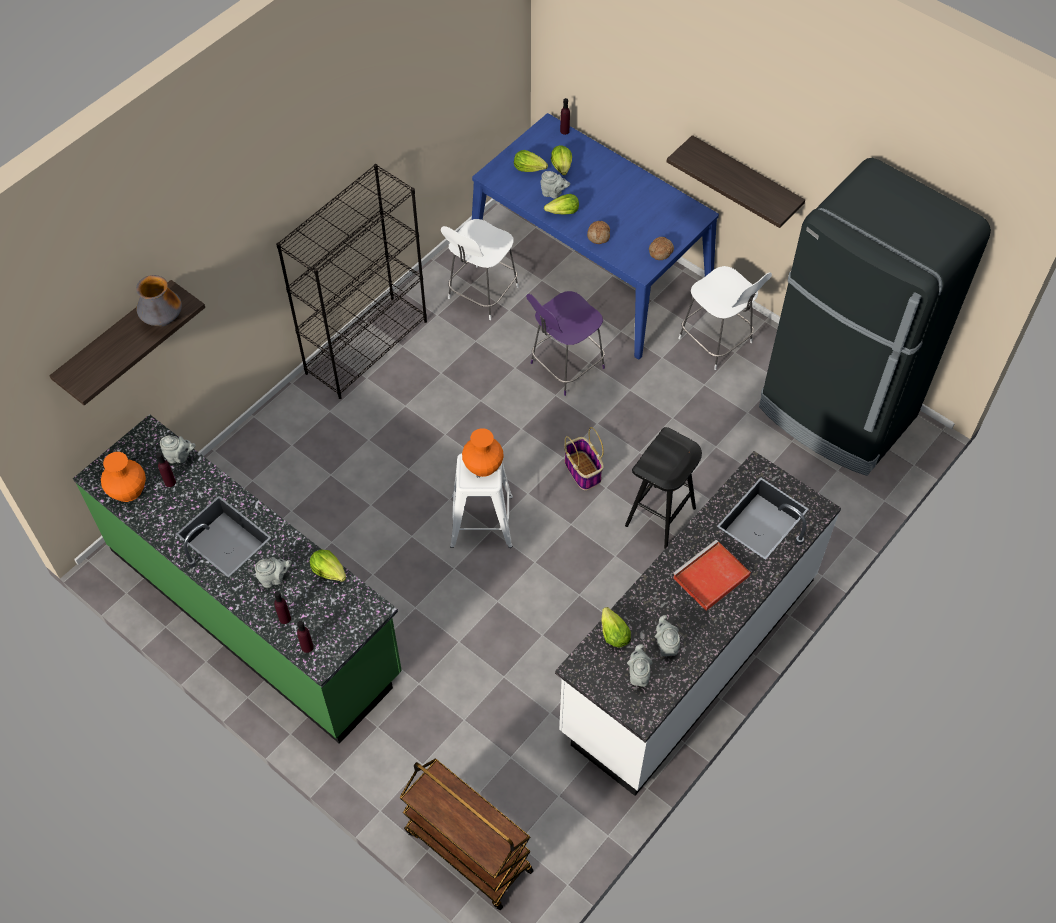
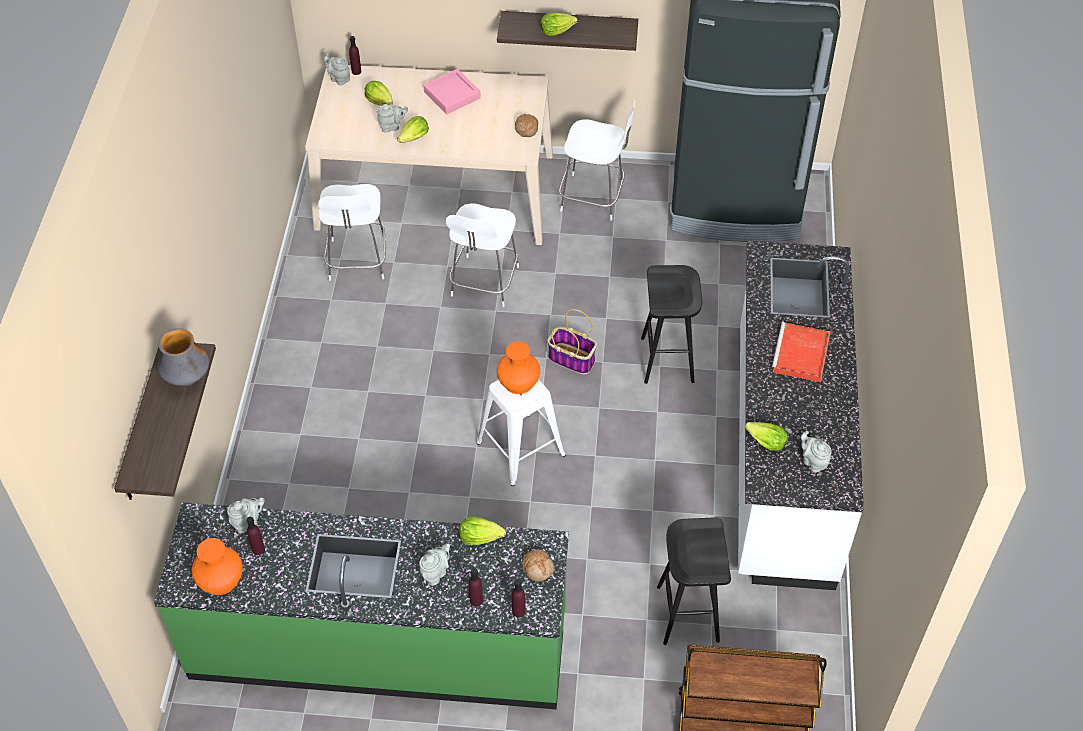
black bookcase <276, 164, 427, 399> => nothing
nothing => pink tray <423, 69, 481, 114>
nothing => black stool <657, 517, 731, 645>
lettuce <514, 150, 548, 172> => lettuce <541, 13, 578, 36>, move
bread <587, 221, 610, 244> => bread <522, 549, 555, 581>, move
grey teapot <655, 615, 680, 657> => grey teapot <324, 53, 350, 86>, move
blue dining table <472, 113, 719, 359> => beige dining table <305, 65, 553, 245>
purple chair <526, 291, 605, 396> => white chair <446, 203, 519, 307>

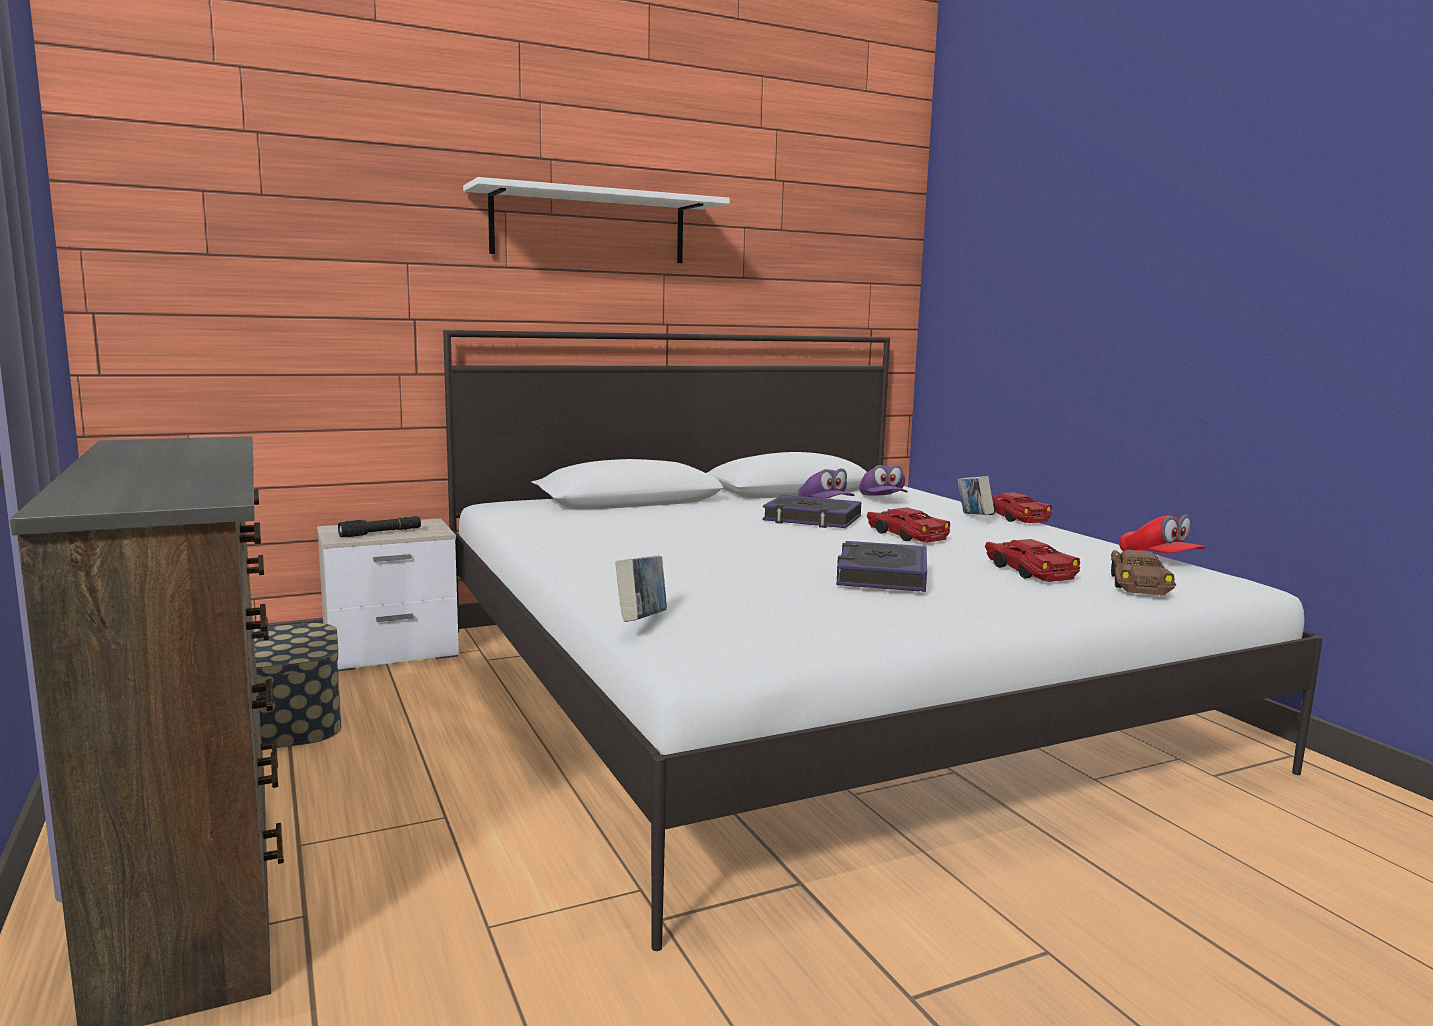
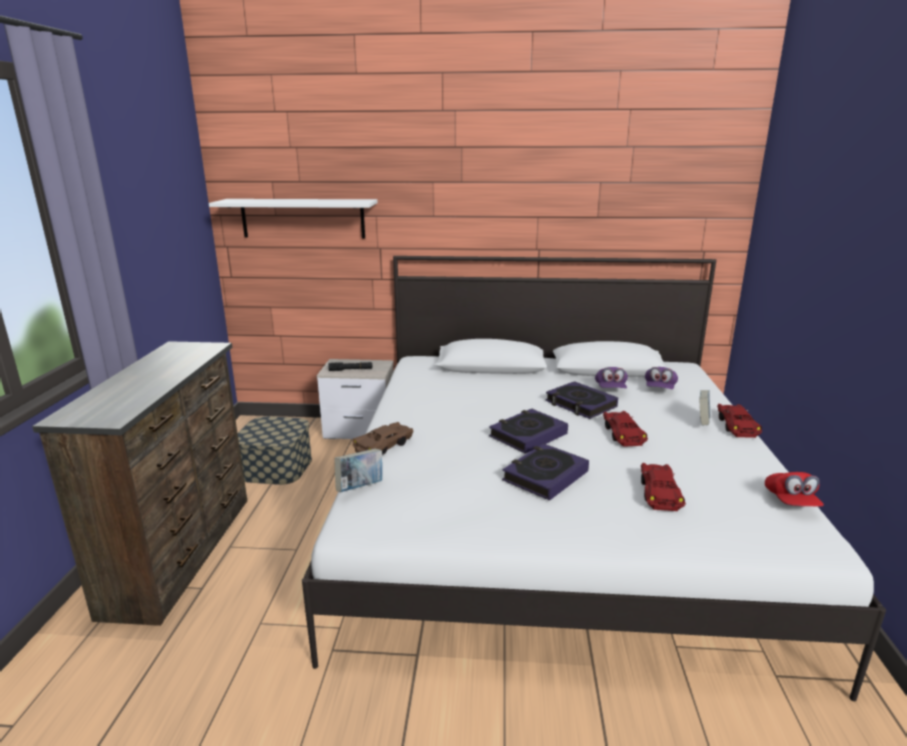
nothing => book <489, 409, 568, 454>
white shelf <463, 177, 730, 263> => white shelf <209, 199, 378, 238>, move
brown toy car <1111, 550, 1176, 595> => brown toy car <353, 422, 414, 455>, move

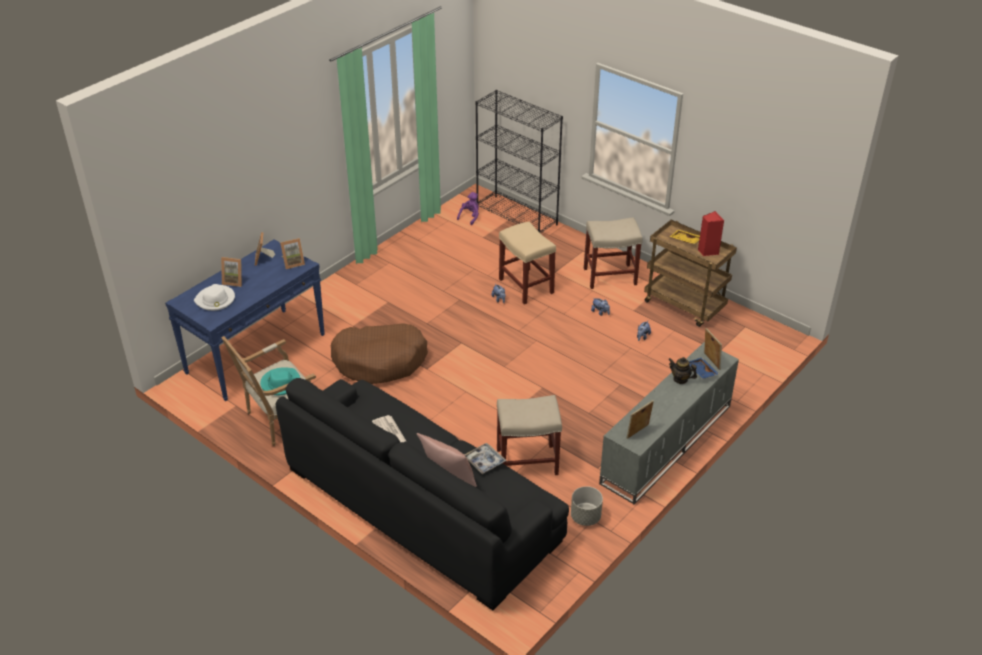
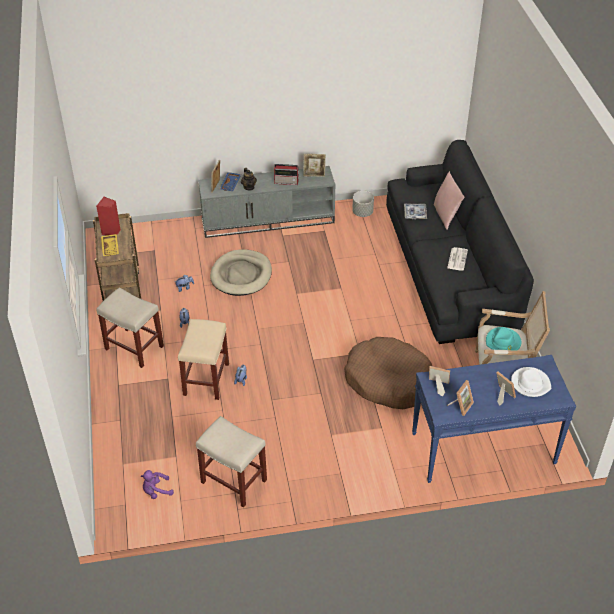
black bookcase <475, 90, 563, 233> => nothing
nothing => beige dog bed <210, 249, 272, 296>
nothing => radio <274, 164, 300, 185>
beige stool <497, 395, 562, 475> => beige stool <196, 416, 267, 508>, move

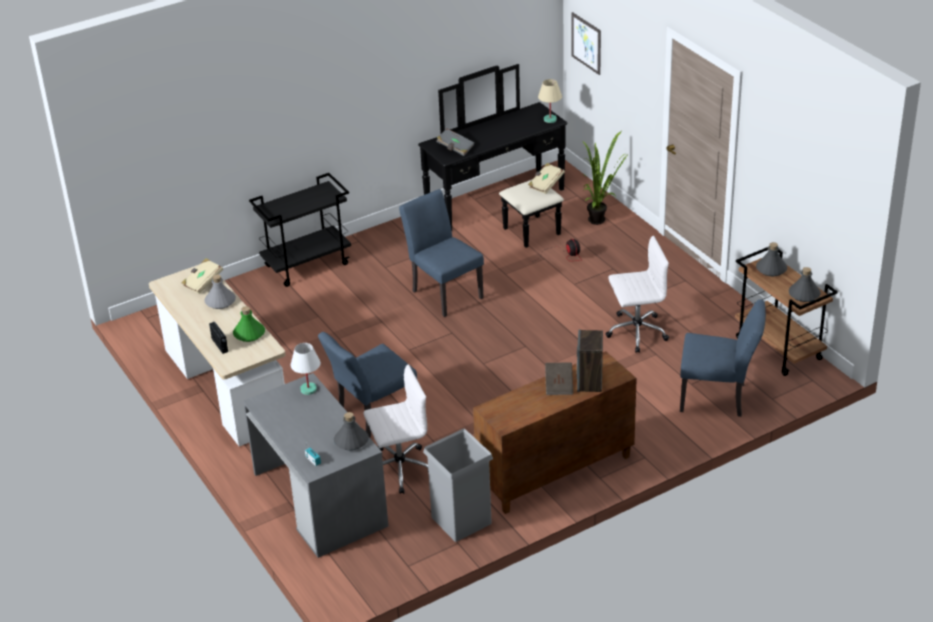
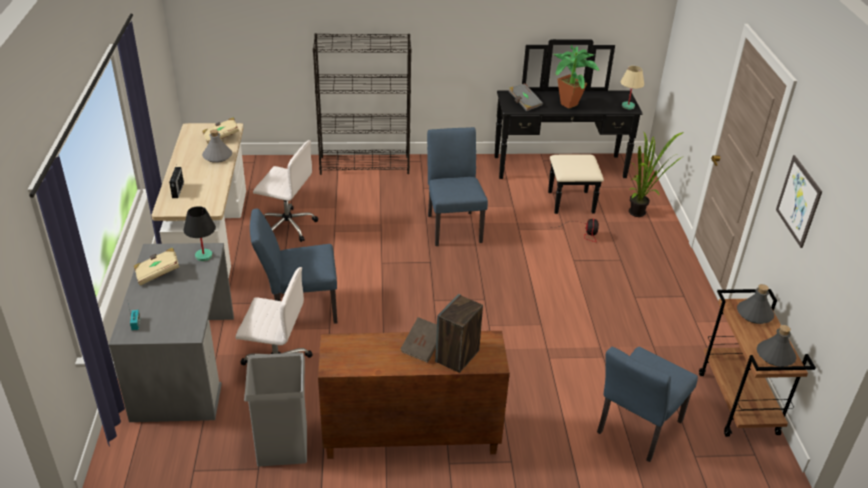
green bottle <233, 306, 265, 342> => nothing
grey bottle <334, 412, 369, 450> => nothing
nothing => potted plant <554, 45, 600, 109>
beige book <528, 163, 565, 194> => beige book <134, 247, 179, 286>, move
picture <572, 12, 601, 75> => picture <776, 155, 822, 248>, move
white office chair <606, 236, 669, 353> => white office chair <253, 140, 318, 242>, move
black cart <249, 173, 351, 287> => black bookcase <313, 33, 412, 175>
white table lamp <291, 343, 321, 395> => black table lamp <184, 206, 216, 261>
blue chair <680, 299, 766, 417> => blue chair <597, 346, 698, 462>, 90 degrees clockwise

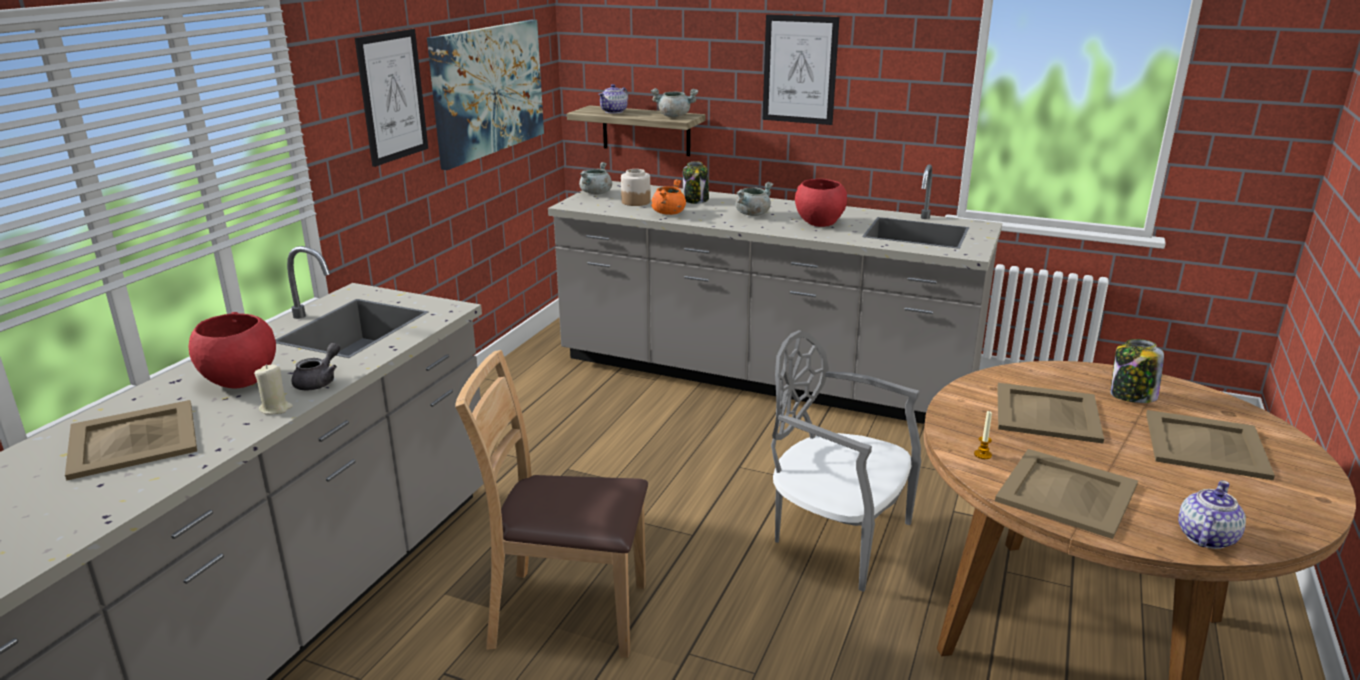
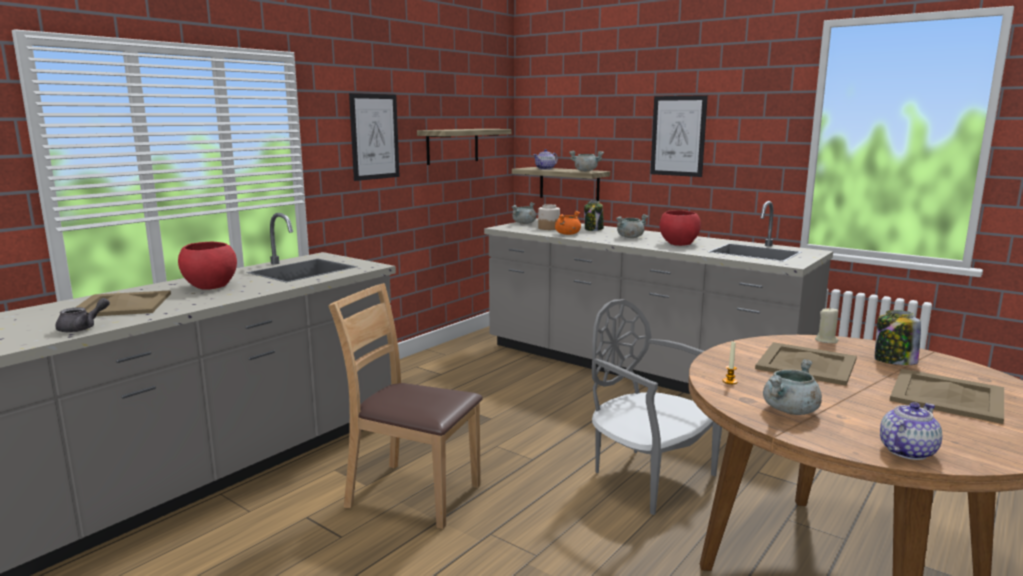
beige candle <254, 364, 293, 415> => beige candle <815, 307, 839, 344>, move
grey teapot <292, 343, 340, 390> => grey teapot <55, 298, 110, 333>, move
picture <427, 20, 544, 170> => shelf <417, 129, 512, 165>
beige tray <995, 449, 1138, 539> => grey cooking pot <763, 359, 822, 415>

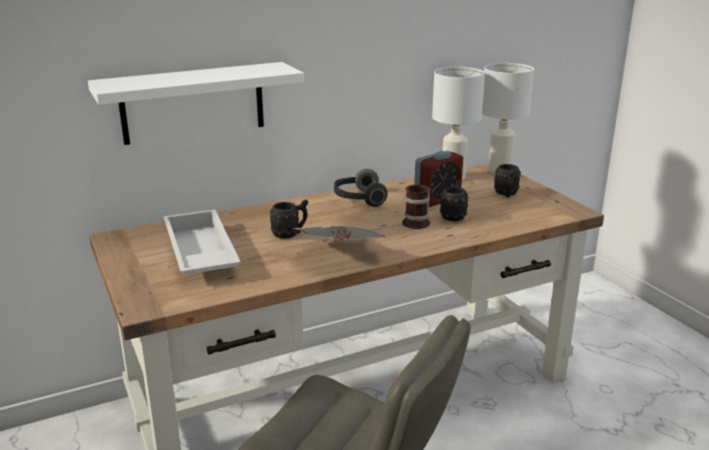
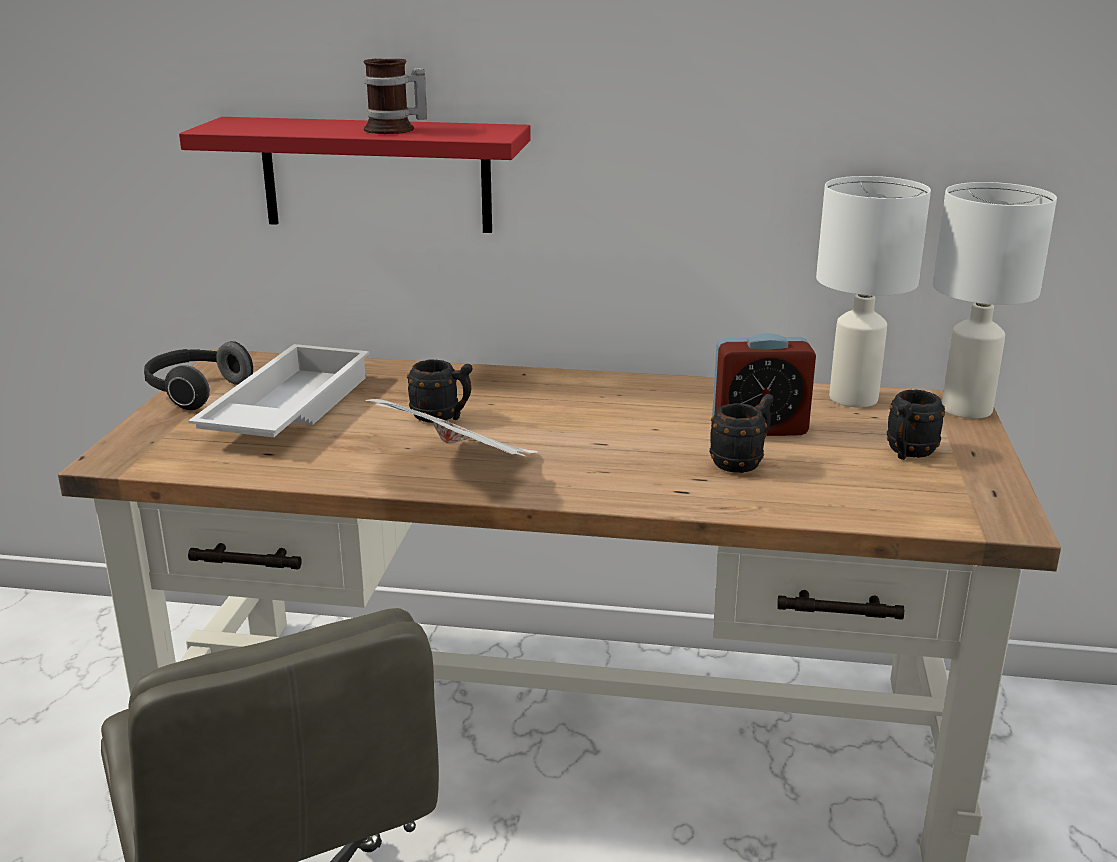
headphones <334, 169, 388, 207> => headphones <144, 341, 253, 410>, move
mug <402, 185, 430, 229> => mug <363, 59, 427, 134>, move
white shelf <88, 62, 304, 145> => red shelf <179, 117, 531, 233>

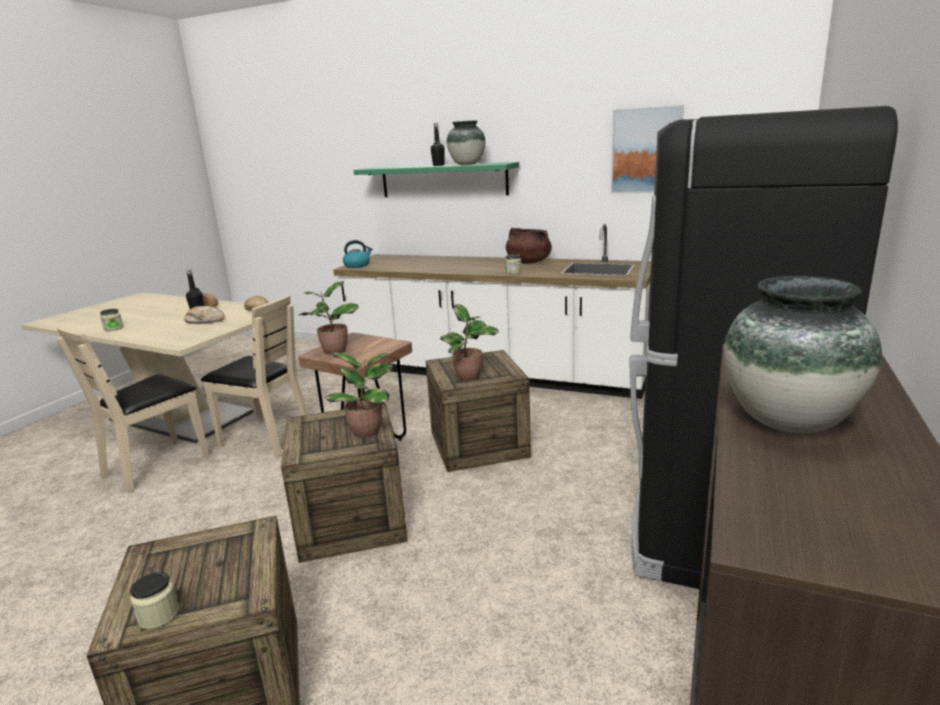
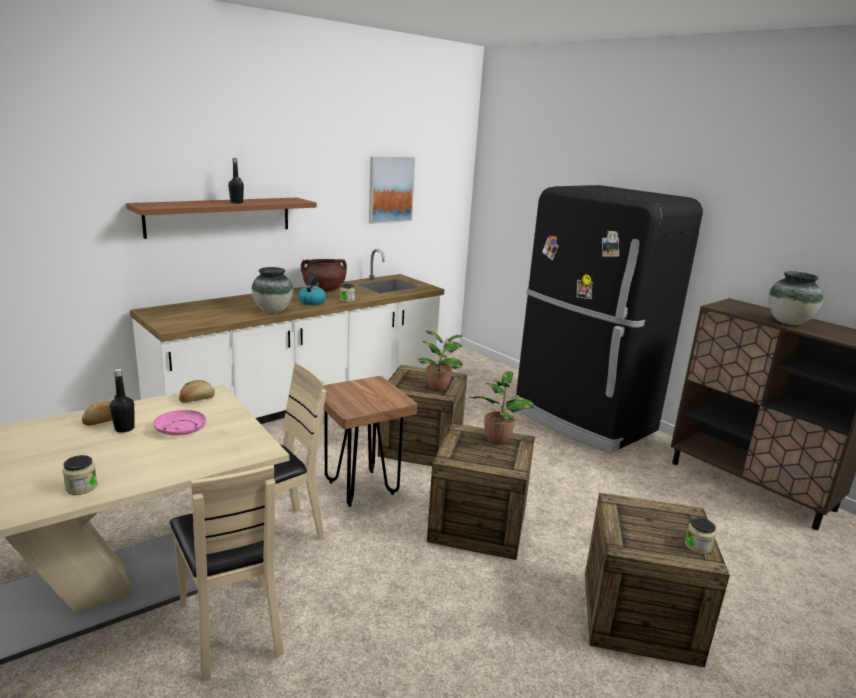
potted plant <299, 281, 359, 355> => nothing
kettle <343, 240, 372, 268> => kettle <298, 276, 326, 305>, move
vase <447, 121, 485, 165> => vase <251, 267, 293, 313>, move
bread <184, 306, 224, 324> => pink plate <154, 410, 206, 436>
green shelf <353, 162, 519, 197> => brown shelf <126, 198, 317, 239>

